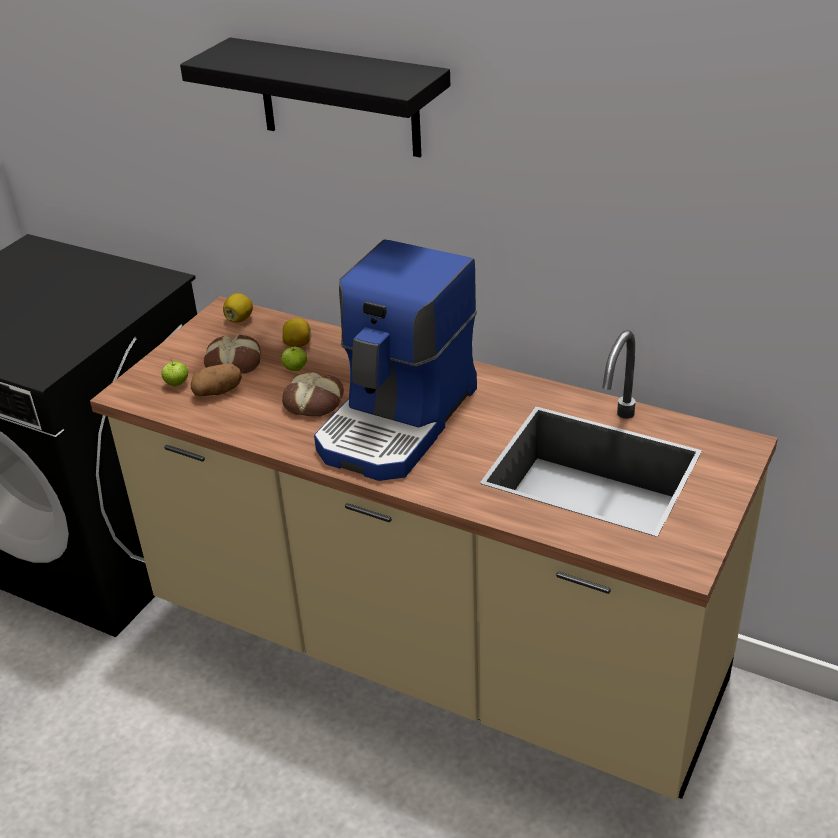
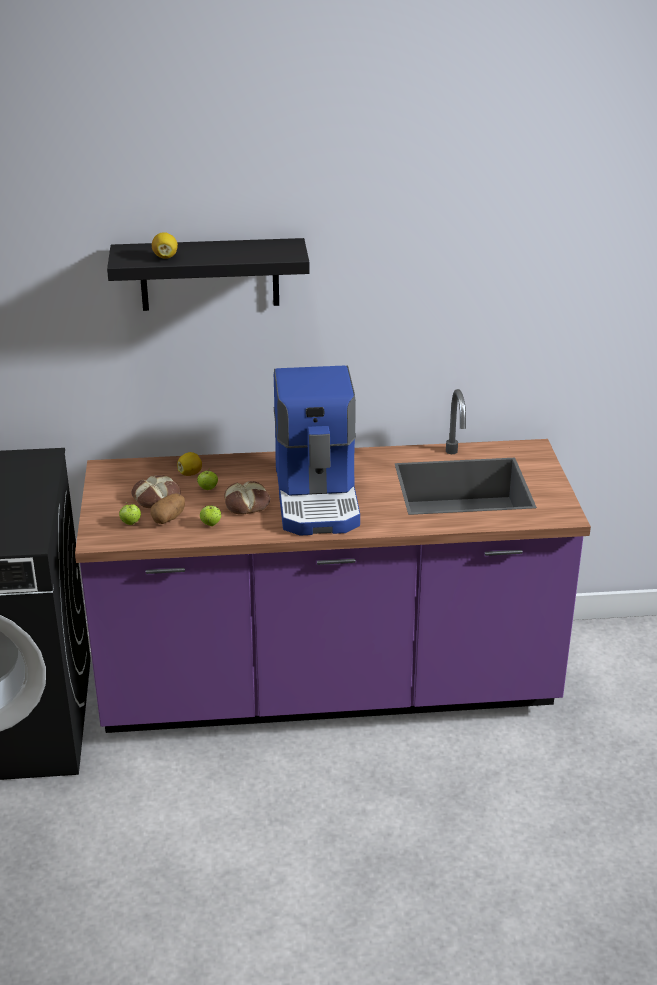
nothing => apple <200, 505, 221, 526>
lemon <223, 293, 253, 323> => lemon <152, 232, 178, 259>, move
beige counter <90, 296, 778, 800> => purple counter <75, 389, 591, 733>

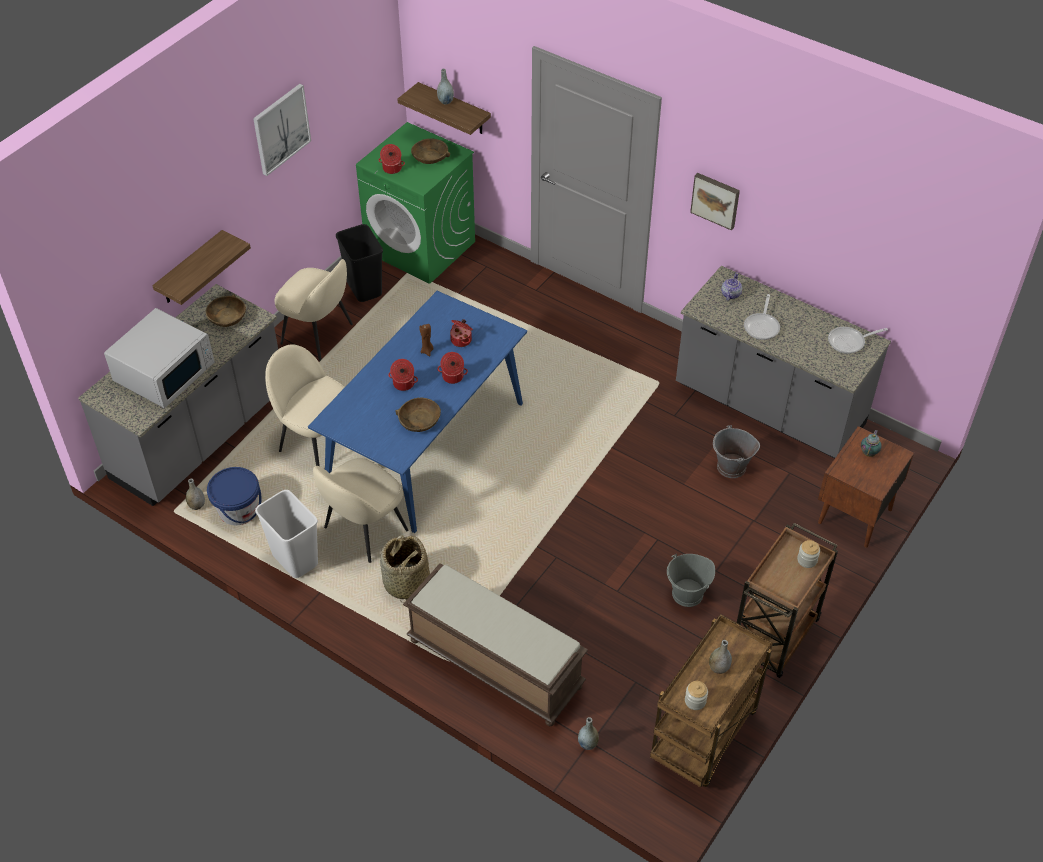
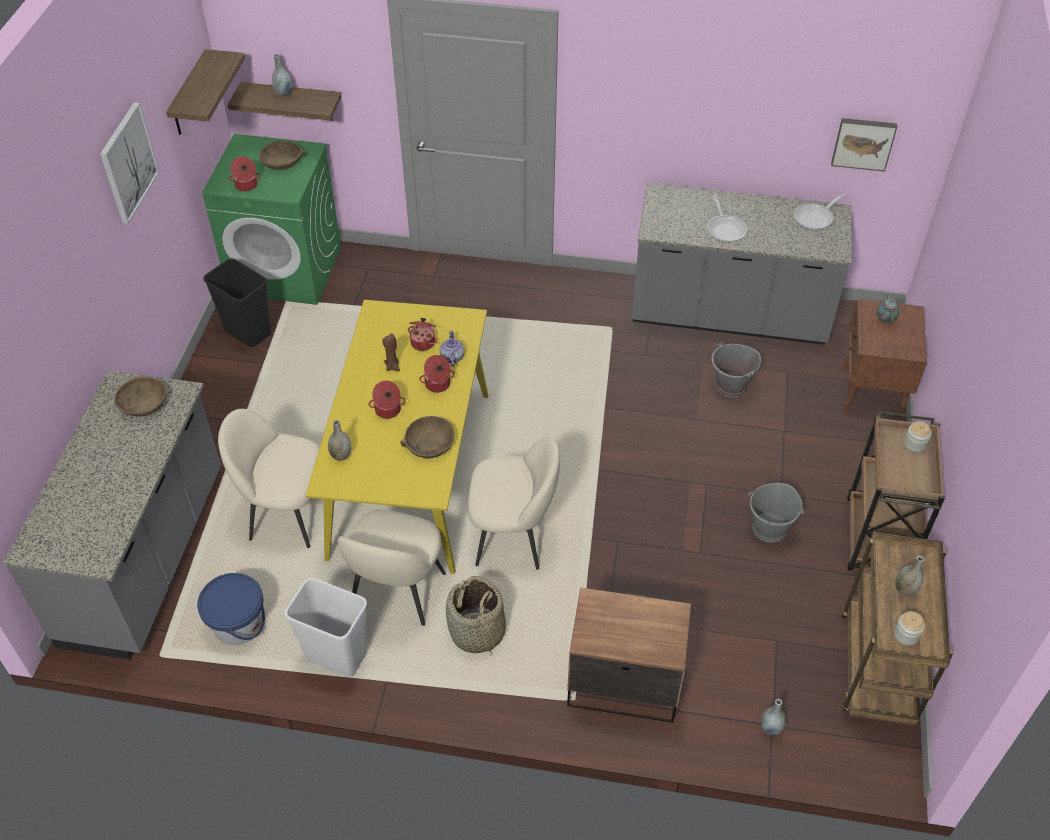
white microwave <104, 308, 214, 408> => nothing
shelf <152, 230, 251, 305> => shelf <166, 49, 245, 135>, move
grey vase <186, 479, 205, 510> => grey vase <328, 420, 351, 461>, move
beige chair <275, 259, 353, 361> => beige chair <468, 437, 560, 570>, move
picture <690, 173, 740, 230> => picture <831, 118, 897, 172>, move
teapot <721, 272, 742, 301> => teapot <440, 330, 465, 367>, move
brown bench <403, 563, 588, 726> => nightstand <567, 587, 691, 723>
blue dining table <308, 291, 527, 533> => yellow dining table <306, 300, 488, 574>

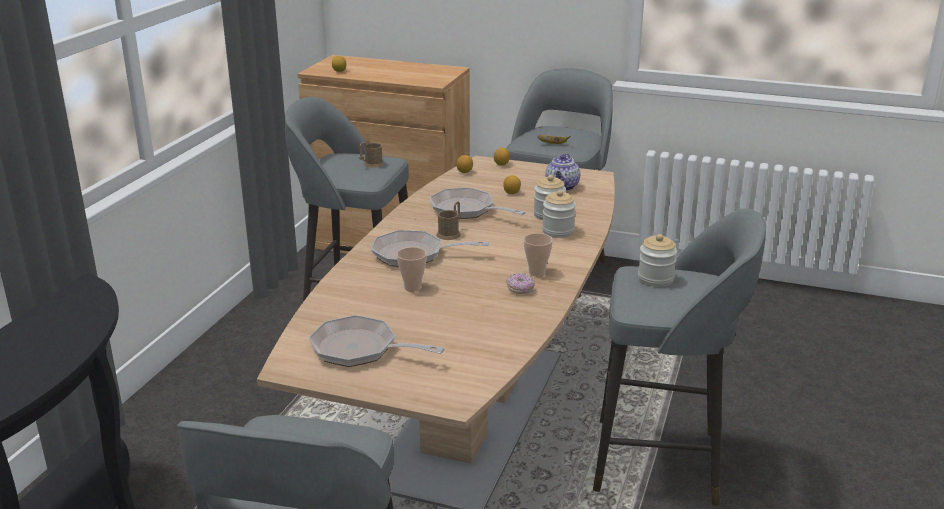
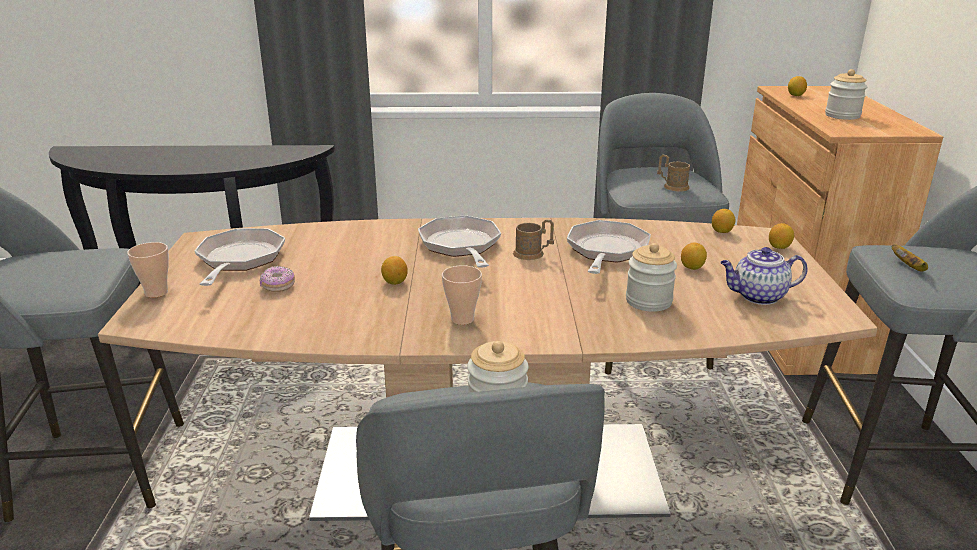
nothing => lemon <381, 256, 408, 285>
cup <397, 247, 427, 292> => cup <127, 242, 169, 298>, move
donut <506, 273, 535, 294> => donut <260, 266, 295, 292>, move
jar <542, 190, 576, 238> => jar <825, 69, 867, 120>, move

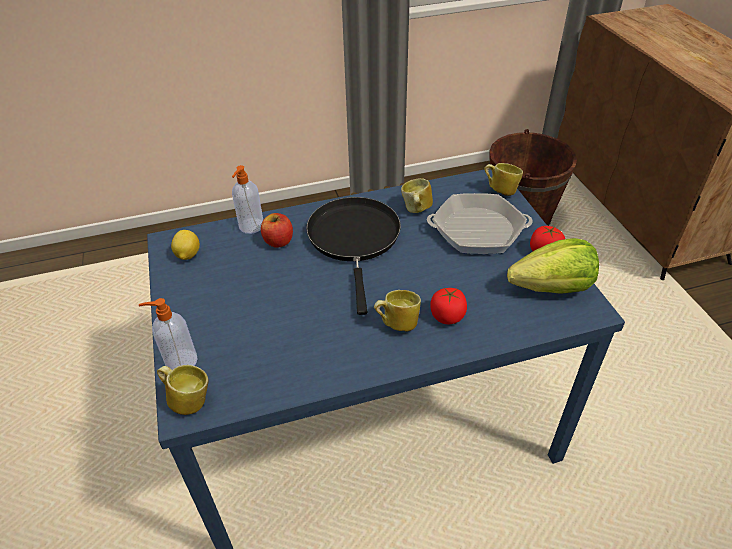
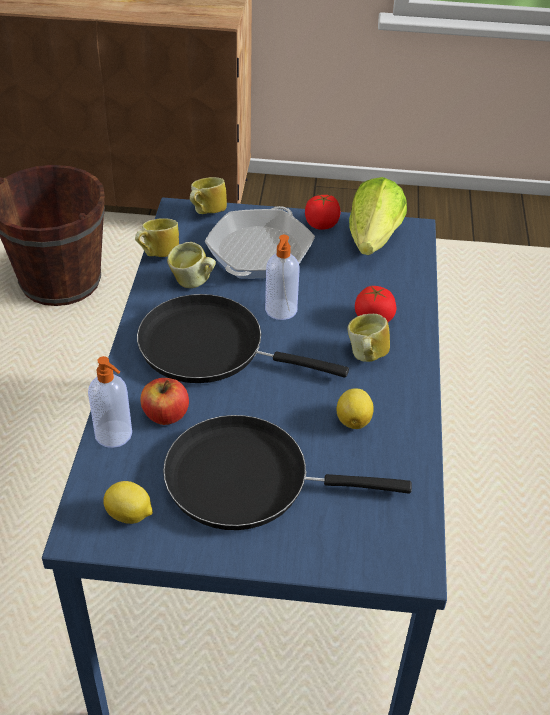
nothing => black frying pan <163, 415, 412, 530>
nothing => lemon <337, 388, 374, 429>
soap dispenser <139, 298, 198, 370> => soap dispenser <265, 235, 300, 320>, move
mug <157, 365, 209, 415> => mug <135, 218, 179, 257>, move

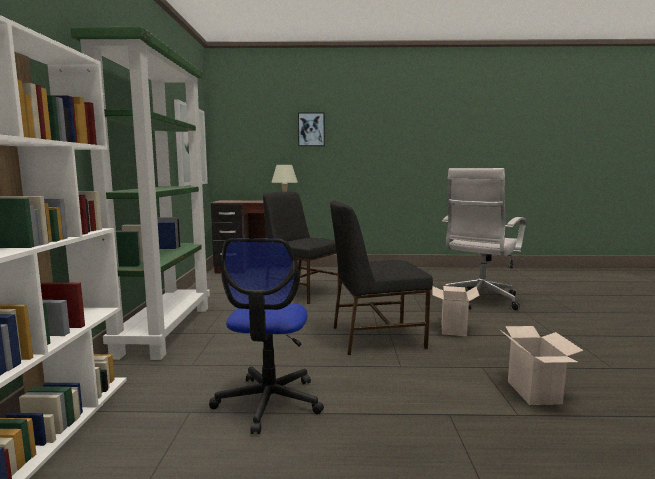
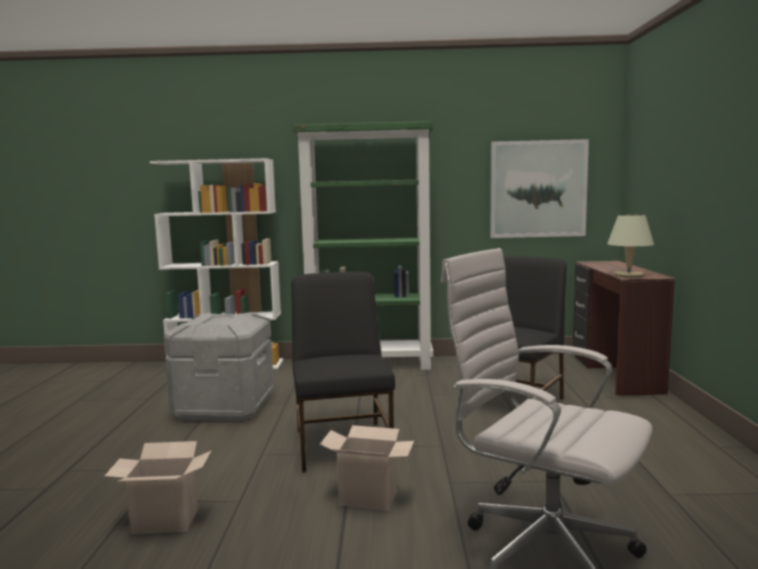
picture <298, 113, 324, 146> => nothing
office chair <209, 238, 324, 434> => grey storage box <164, 313, 274, 421>

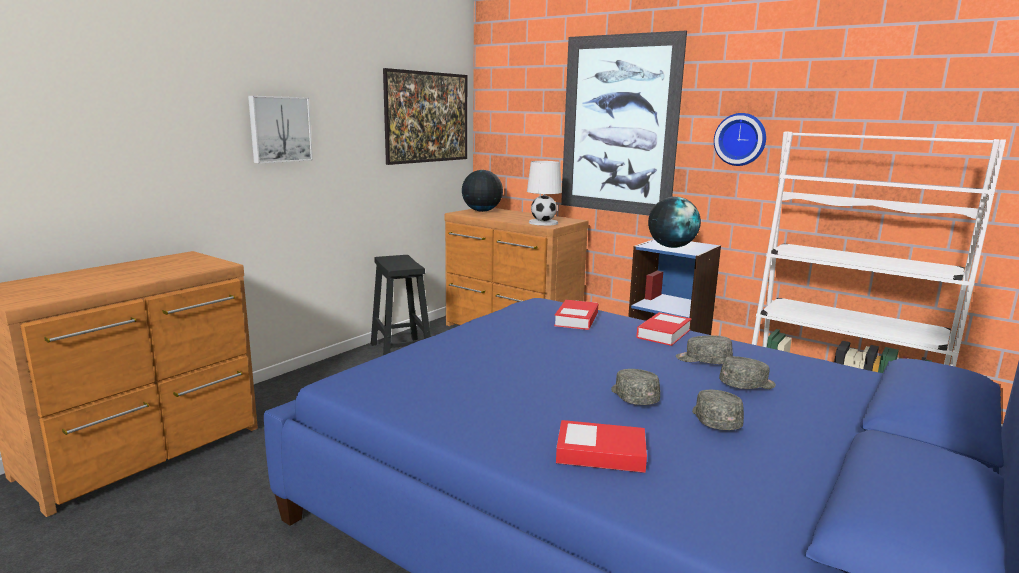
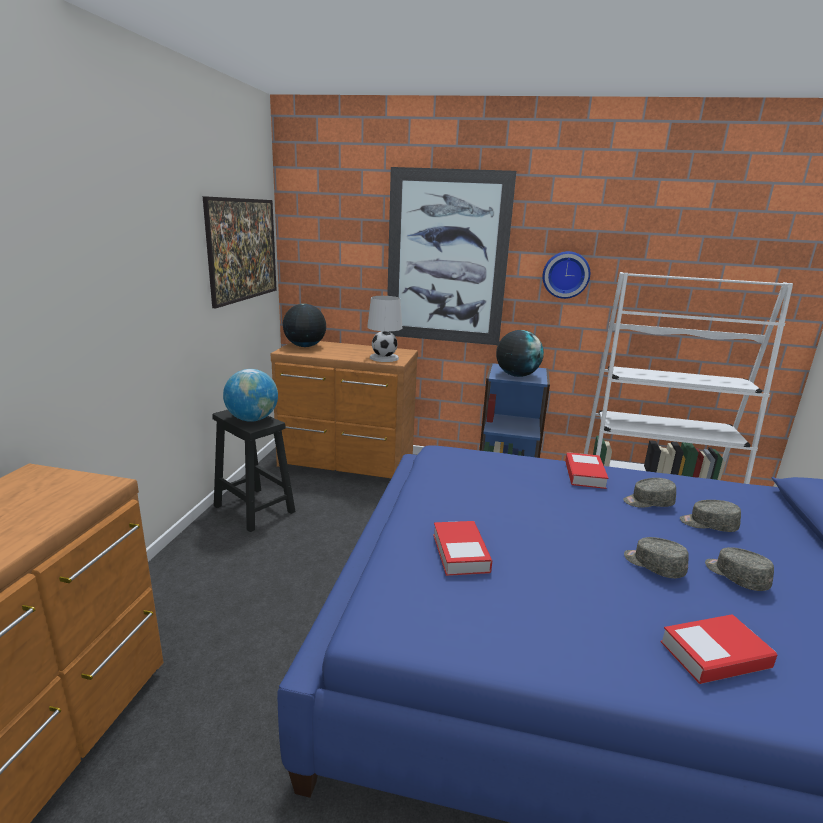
picture <248, 96, 313, 164> => nothing
nothing => globe <223, 369, 278, 422>
book <554, 300, 598, 330> => book <433, 521, 492, 576>, move
grey cap <719, 356, 776, 389> => grey cap <680, 500, 741, 532>, 120 degrees counterclockwise

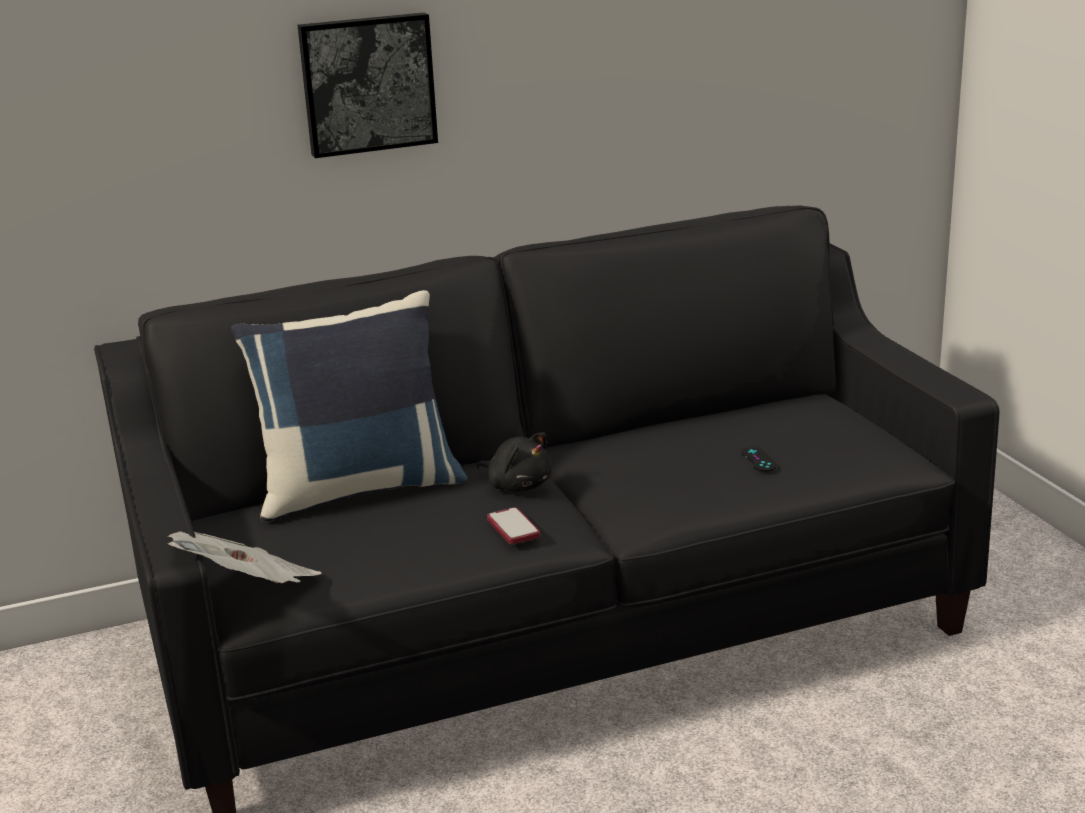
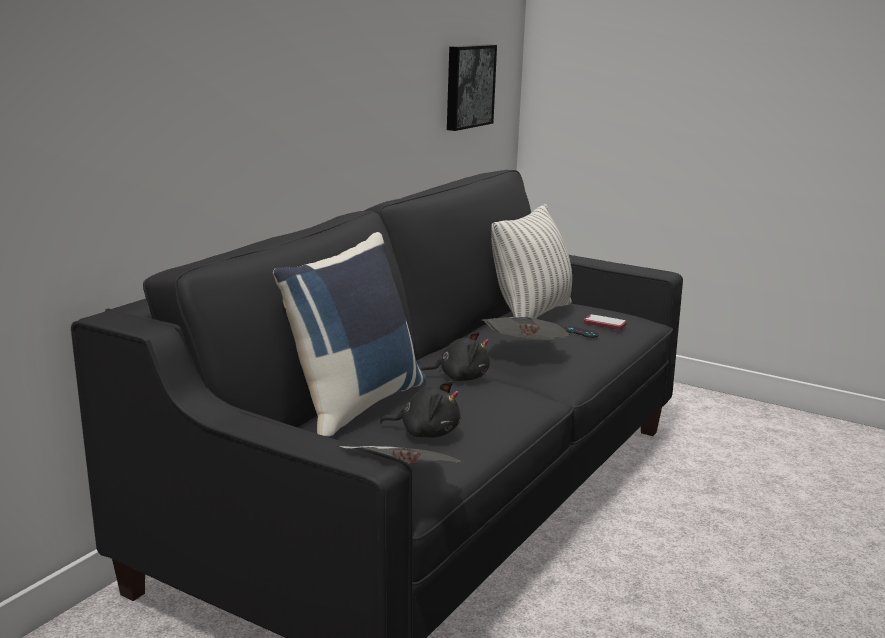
nothing => black plush toy <379, 381, 461, 437>
nothing => newspaper <482, 317, 571, 340>
nothing => pillow <491, 204, 572, 318>
picture <297, 13, 438, 158> => picture <447, 44, 497, 131>, move
phone <487, 507, 540, 544> => phone <584, 314, 627, 330>, move

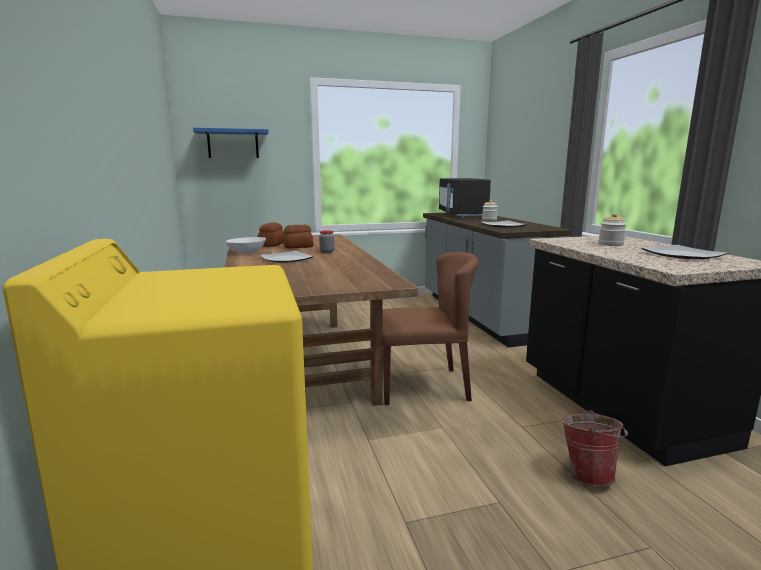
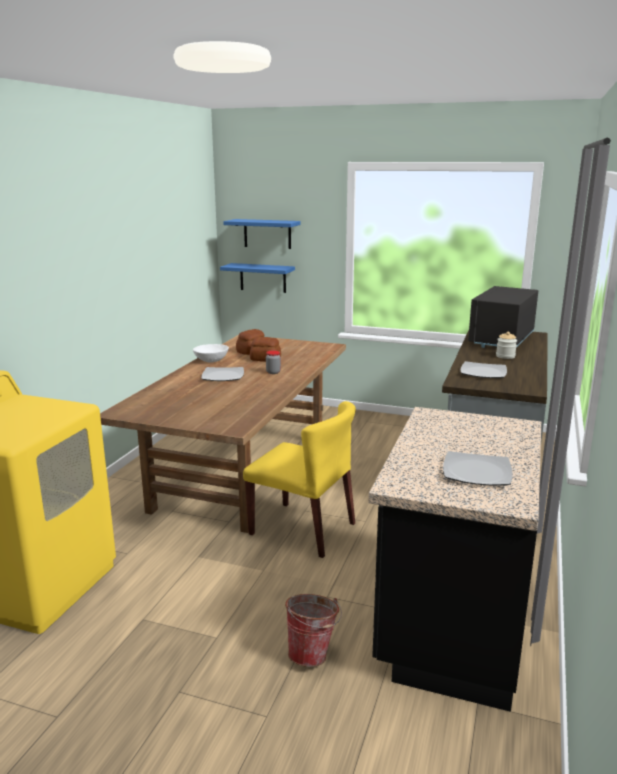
jar <599, 213, 627, 246> => nothing
nothing => blue shelf <220, 263, 295, 293>
brown chair <380, 252, 478, 405> => yellow chair <243, 401, 356, 558>

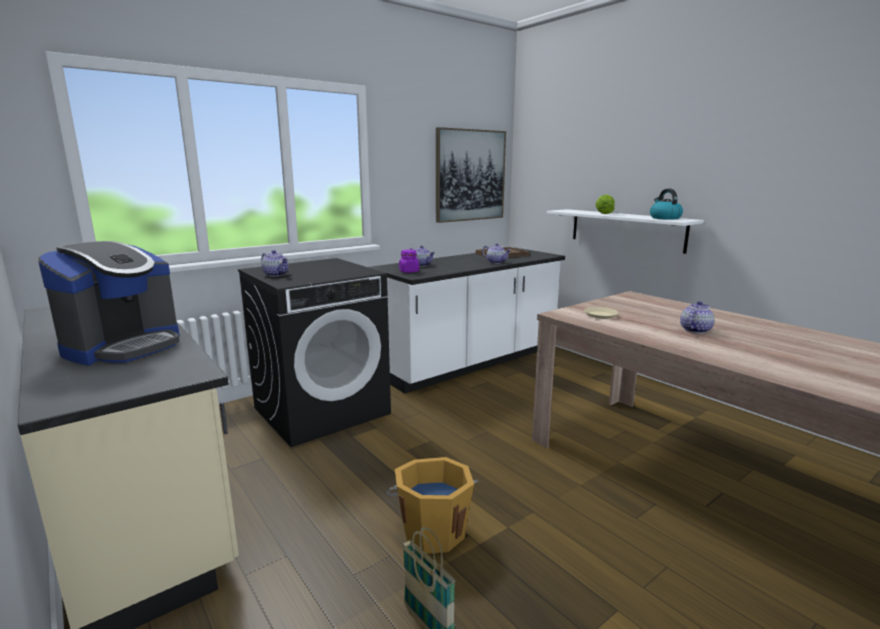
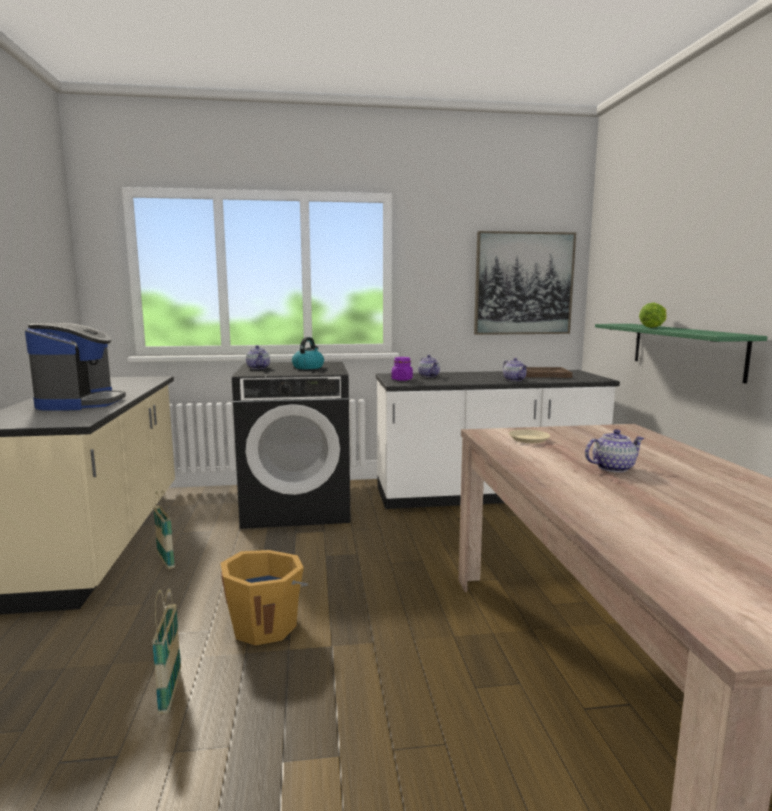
nothing => basket <153, 490, 175, 570>
kettle <650, 189, 683, 220> => kettle <292, 337, 324, 369>, move
white shelf <547, 209, 704, 254> => green shelf <595, 324, 767, 384>
coffee machine <38, 241, 180, 365> => coffee machine <25, 323, 126, 411>, 60 degrees counterclockwise

